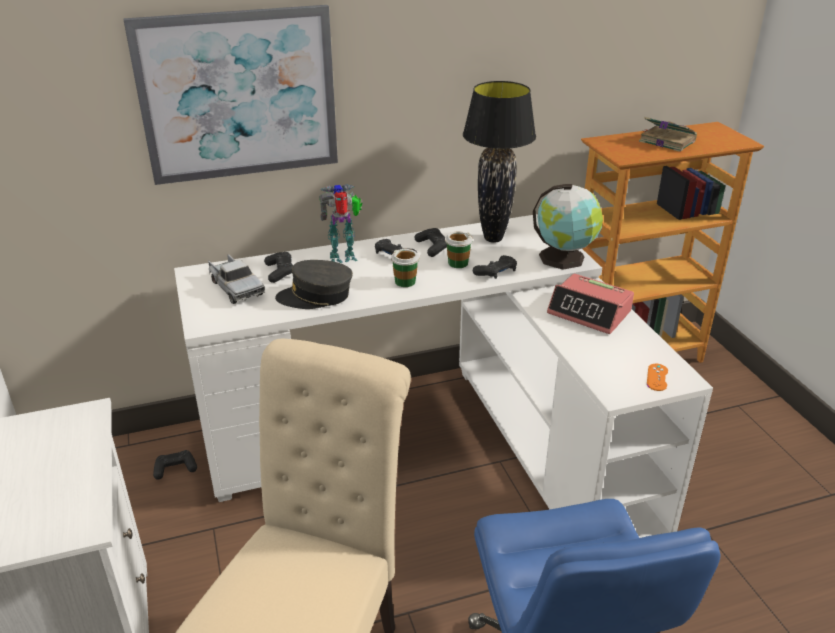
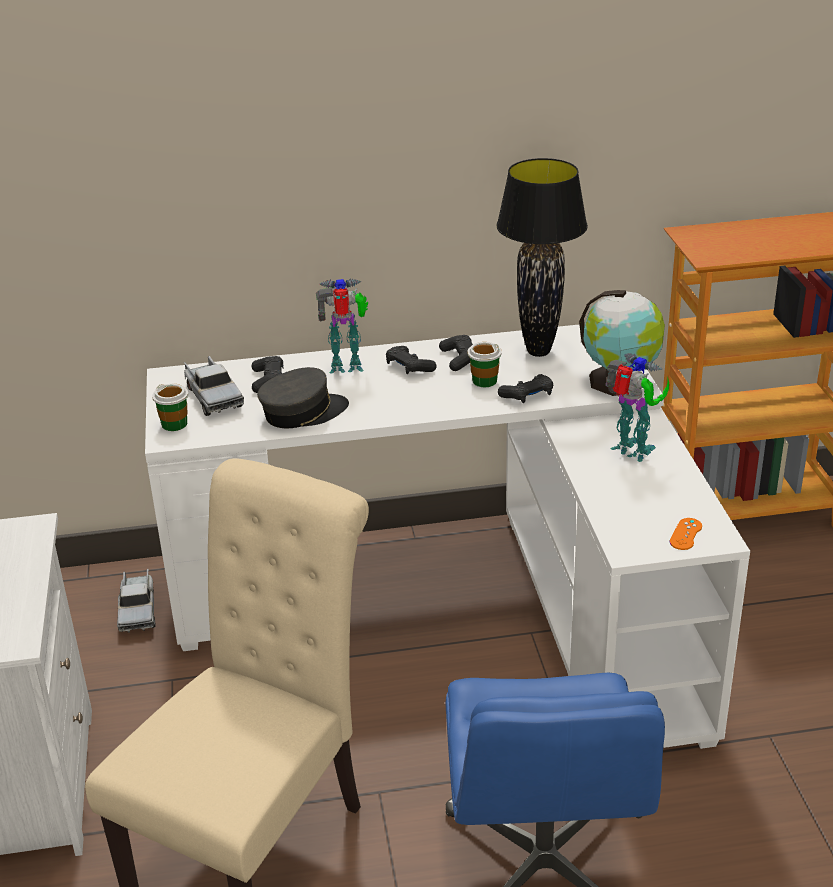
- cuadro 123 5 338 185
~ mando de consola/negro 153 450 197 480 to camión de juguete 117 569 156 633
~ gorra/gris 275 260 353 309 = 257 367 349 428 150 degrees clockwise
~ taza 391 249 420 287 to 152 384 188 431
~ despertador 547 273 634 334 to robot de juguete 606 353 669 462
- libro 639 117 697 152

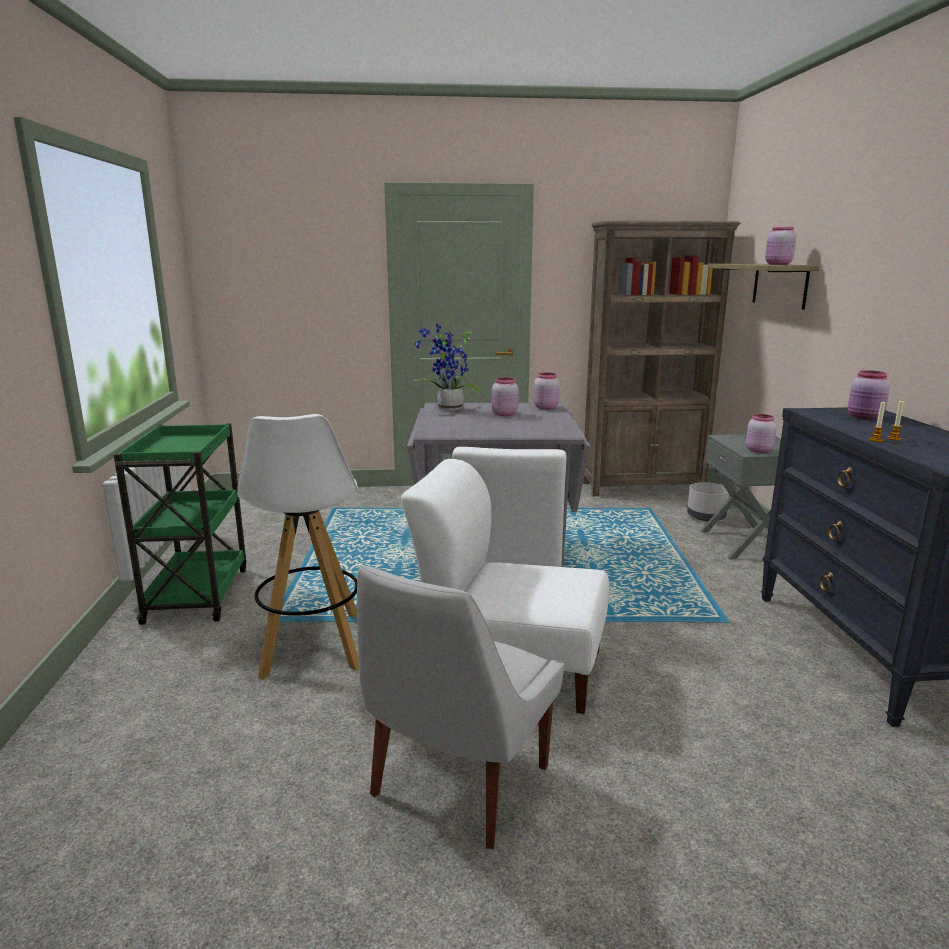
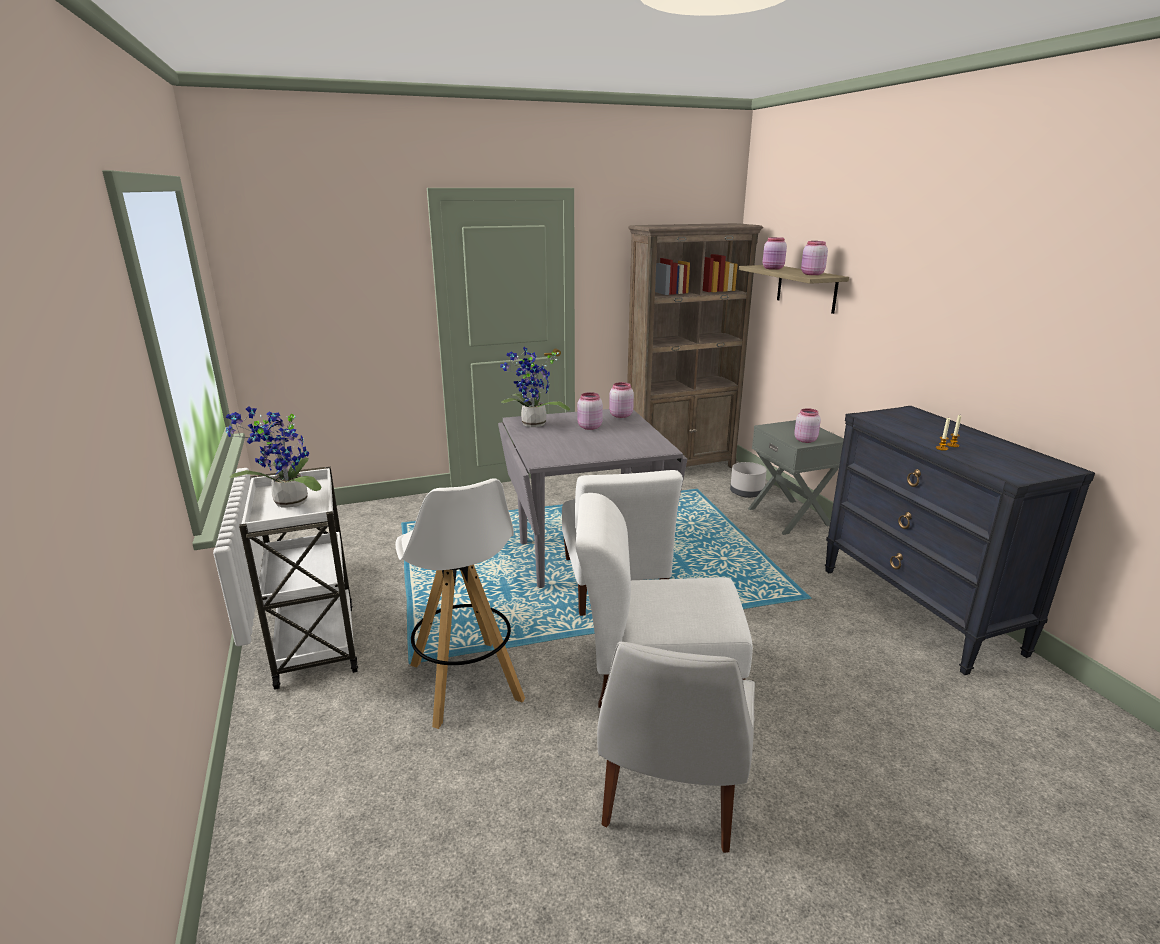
~ carrito/verde 114 423 246 625 to carrito/blanco 239 467 358 690
~ tarro/rosa 848 370 890 420 to 763 237 787 270
+ planta en maceta 225 406 321 508

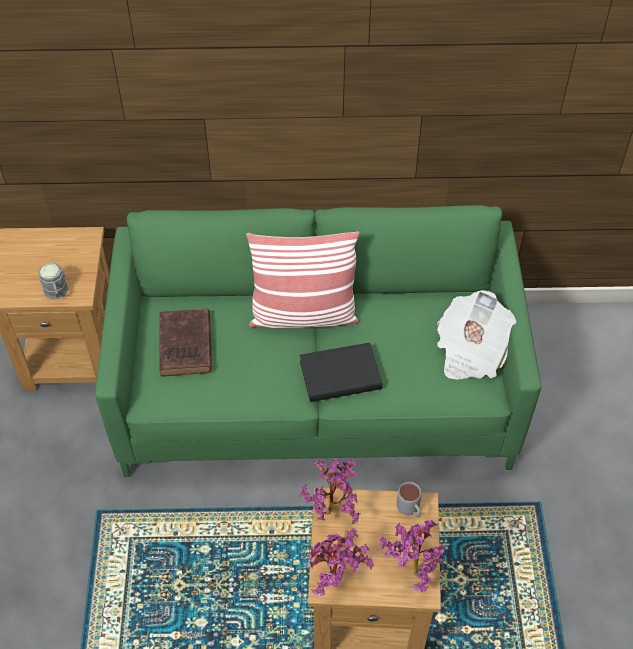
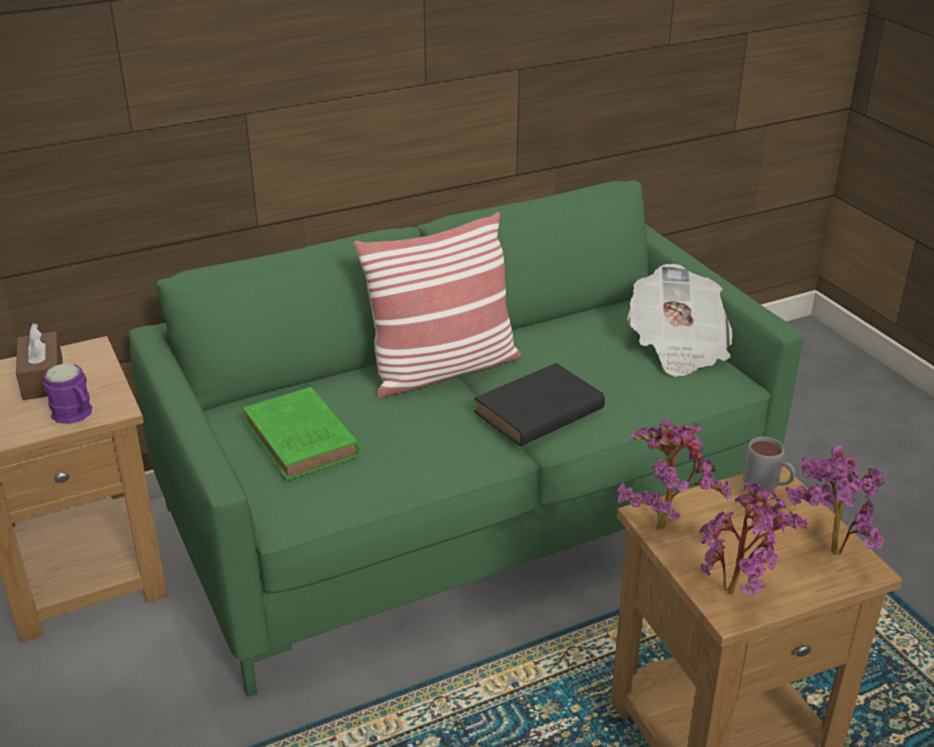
~ taza grande/gris 39 263 69 299 to taza grande/morado 43 363 92 424
~ libro/marrón 159 308 212 377 to libro/verde 243 387 361 480
+ caja de pañuelos/marrón 16 323 63 400

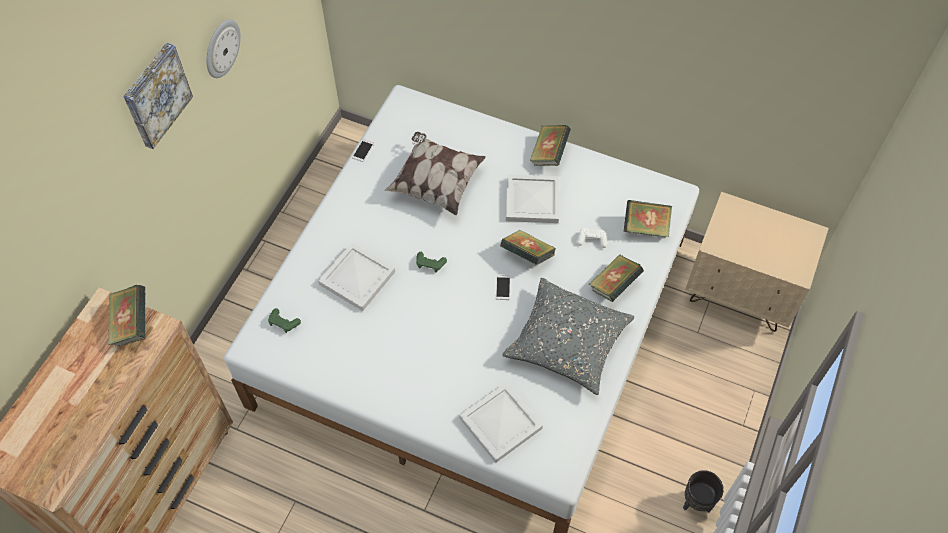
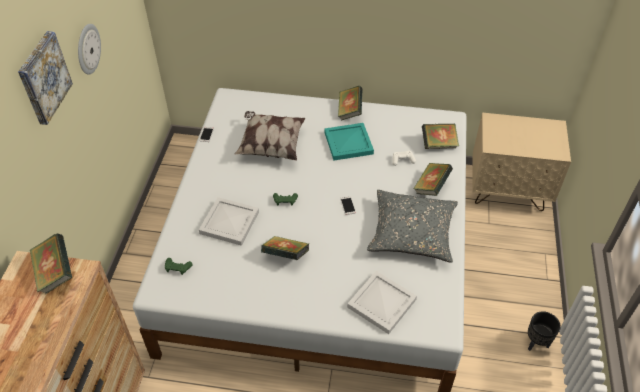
~ libro 500 230 556 265 to 261 236 309 260
~ bandeja/blanco 506 174 559 223 to bandeja/turquesa 324 123 374 161

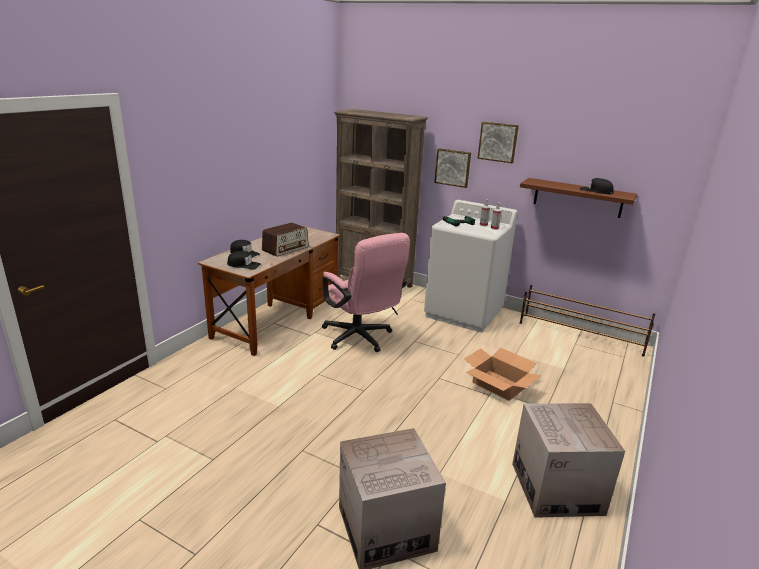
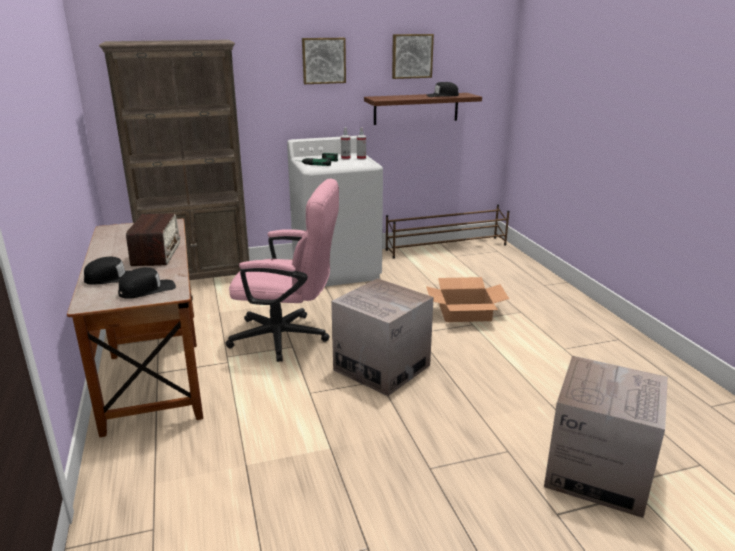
~ cuadro 435 148 471 188 to 392 34 434 79
~ caja de cartón 512 403 625 518 to 331 278 434 396

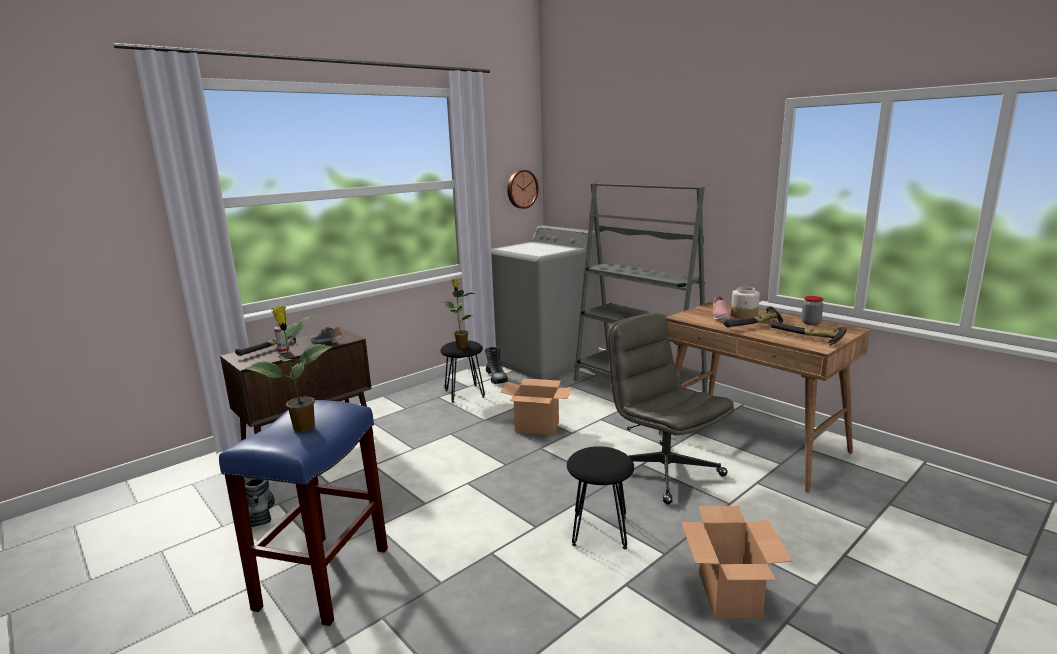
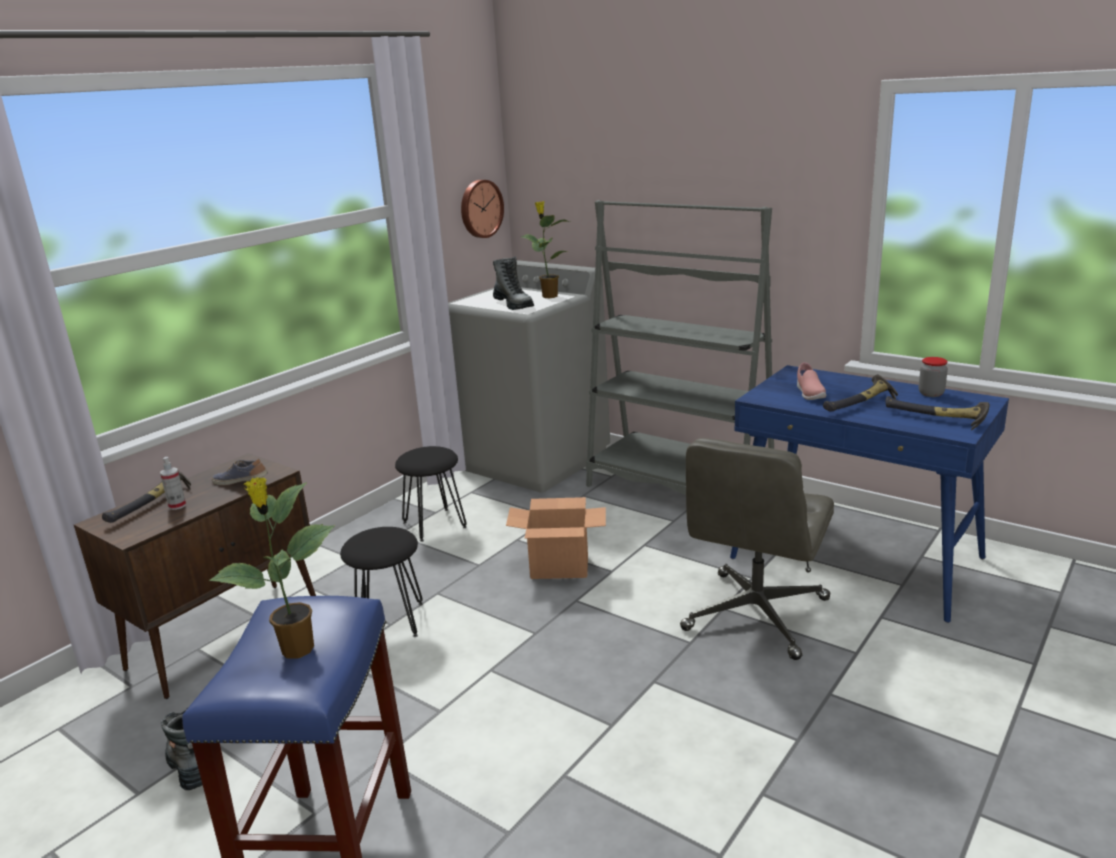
~ planta en maceta 441 278 478 348 to 521 201 570 298
~ bota 485 347 508 384 to 493 257 534 310
~ taburete/negro 567 446 634 549 to 340 527 423 637
~ silla de oficina/gris 608 313 734 504 = 680 438 834 660 105 degrees counterclockwise
~ escritorio/marrón 658 301 870 492 to escritorio/azul 730 365 1009 623
- caja de cartón 681 506 792 619
- tarro 731 287 760 319

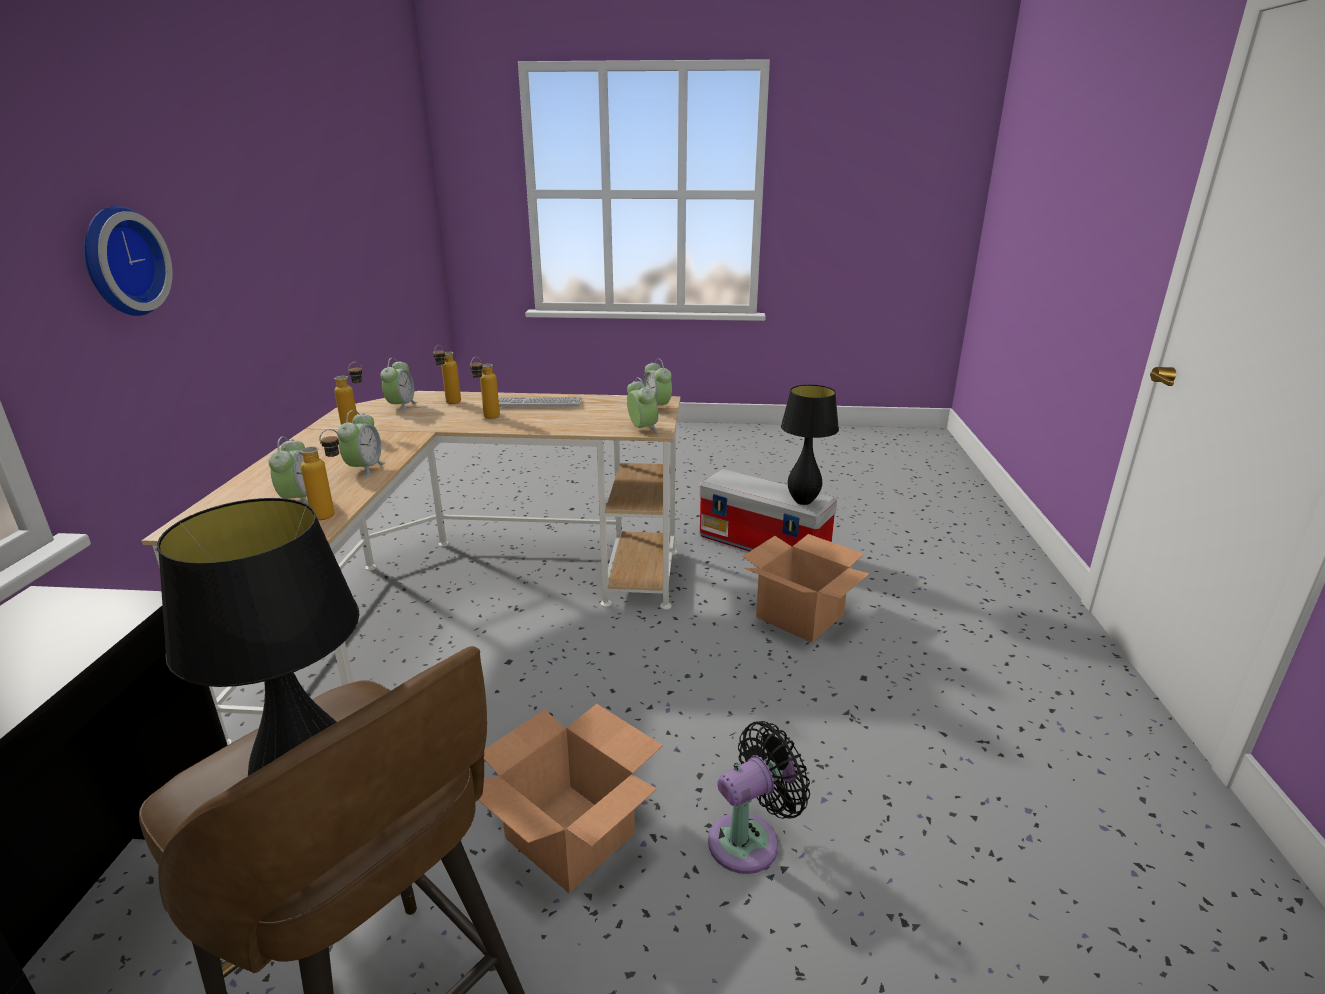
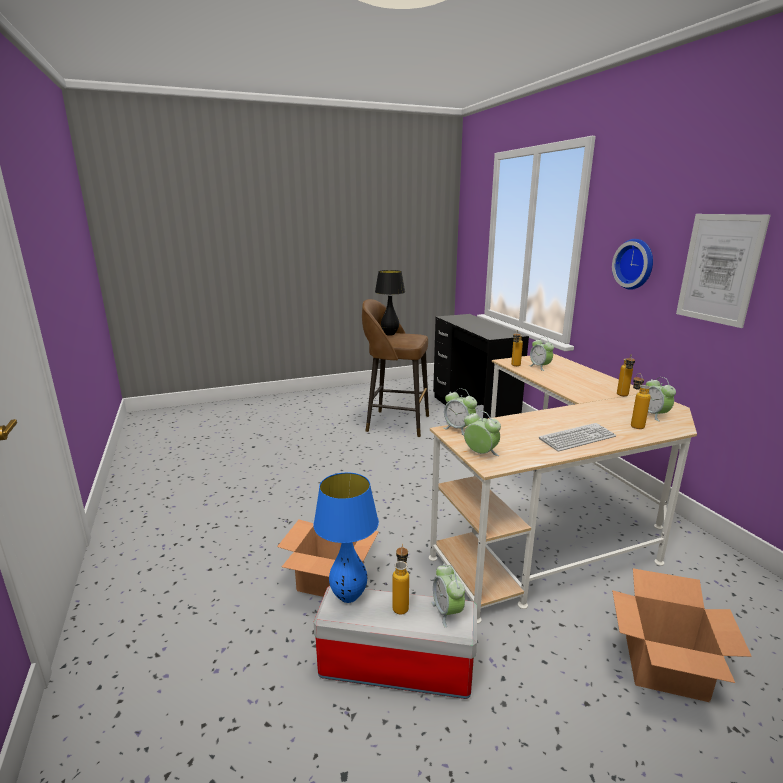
~ despertador 337 410 385 478 to 431 564 465 628
~ botella 470 357 500 419 to 393 543 409 615
~ caja de cartón 478 704 663 893 to 612 568 752 702
- ventilador/negro 708 721 810 874
~ lámpara de mesa/negro 781 385 839 505 to lámpara de mesa/azul 313 472 379 603
+ cuadro 676 214 771 328

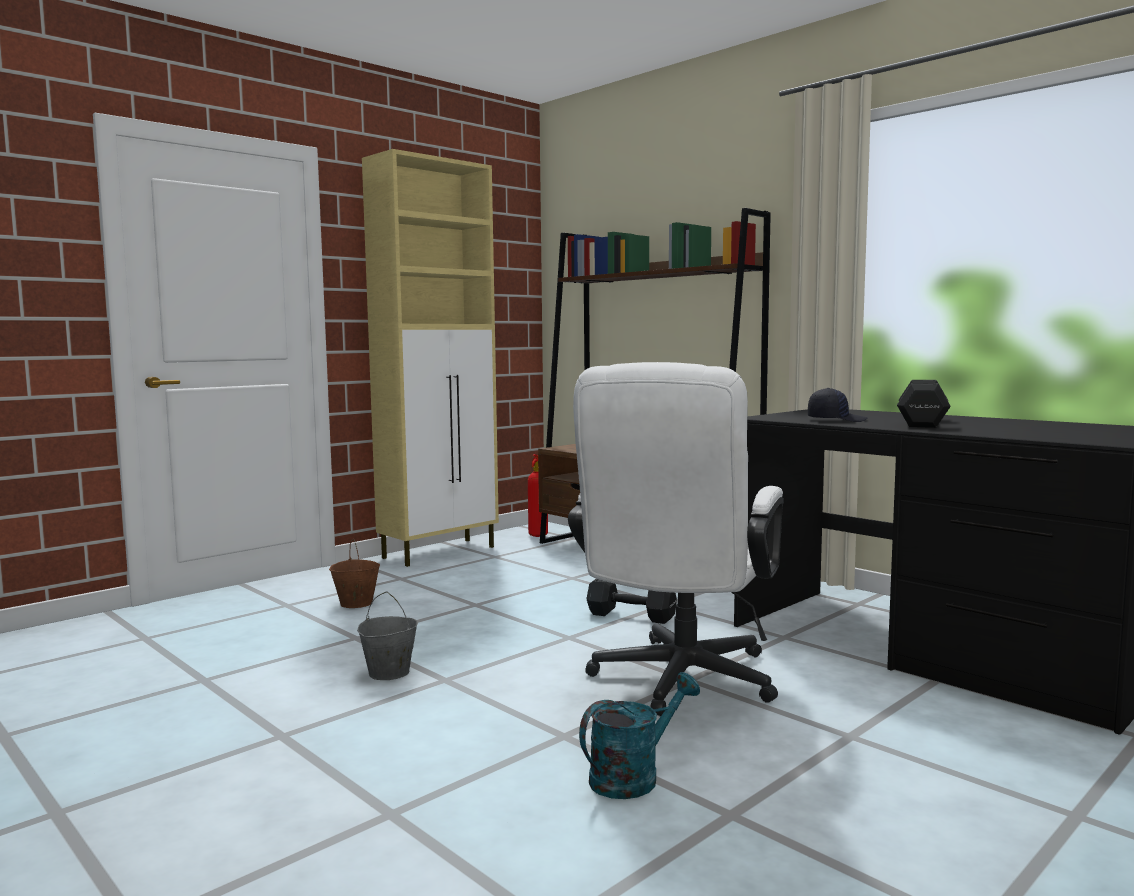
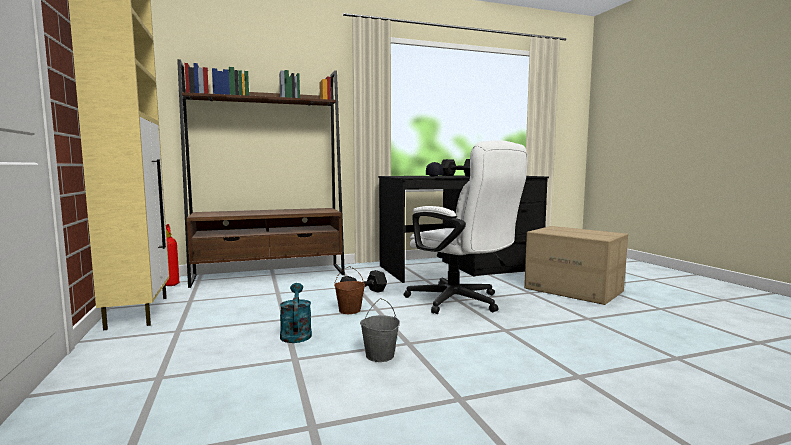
~ cubo/marrón 329 539 380 608 to 334 266 365 314
~ regadera/turquesa 579 672 700 799 to 280 283 312 343
+ caja de cartón 524 226 628 305

